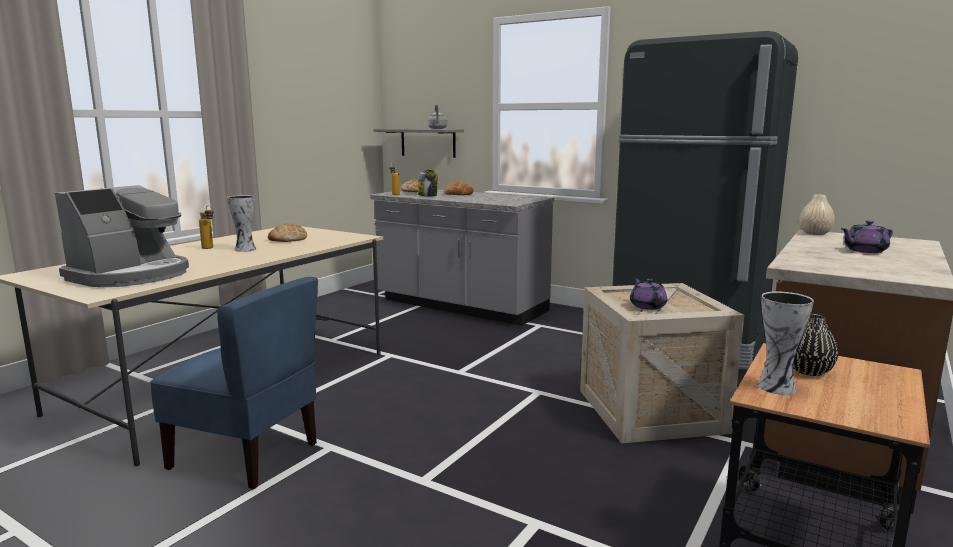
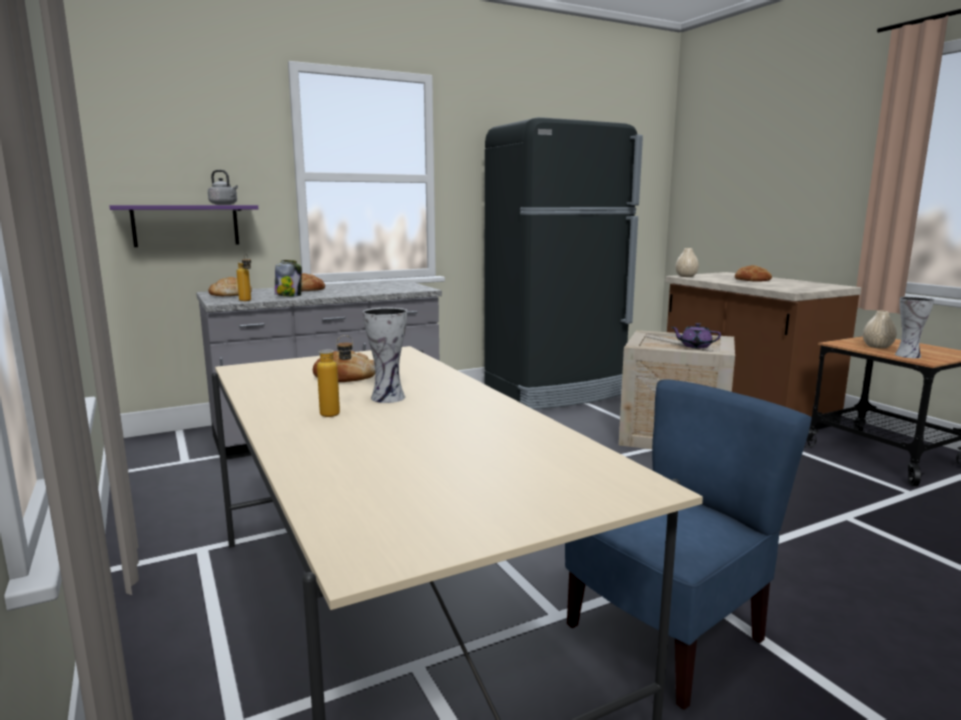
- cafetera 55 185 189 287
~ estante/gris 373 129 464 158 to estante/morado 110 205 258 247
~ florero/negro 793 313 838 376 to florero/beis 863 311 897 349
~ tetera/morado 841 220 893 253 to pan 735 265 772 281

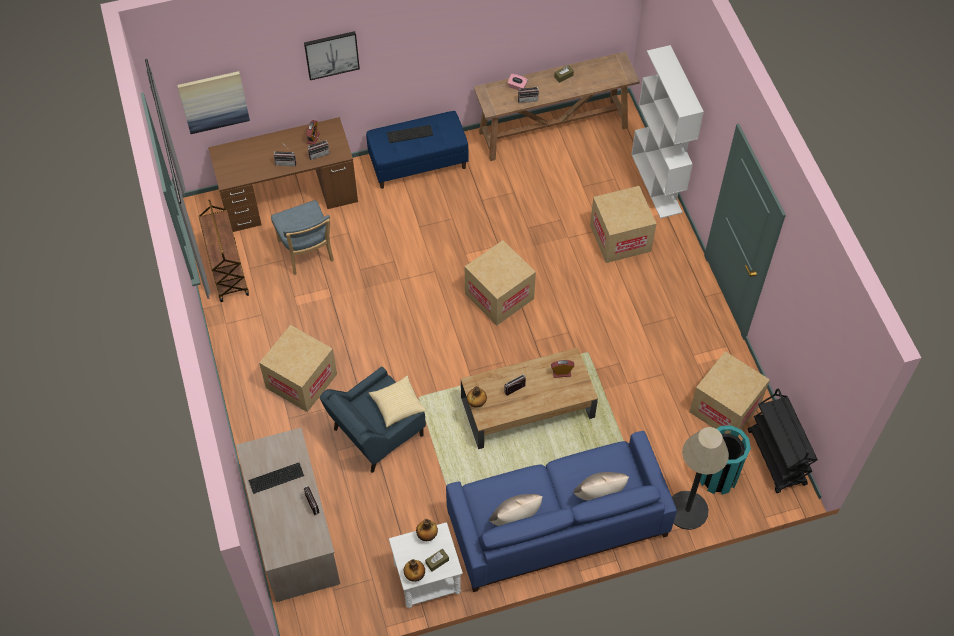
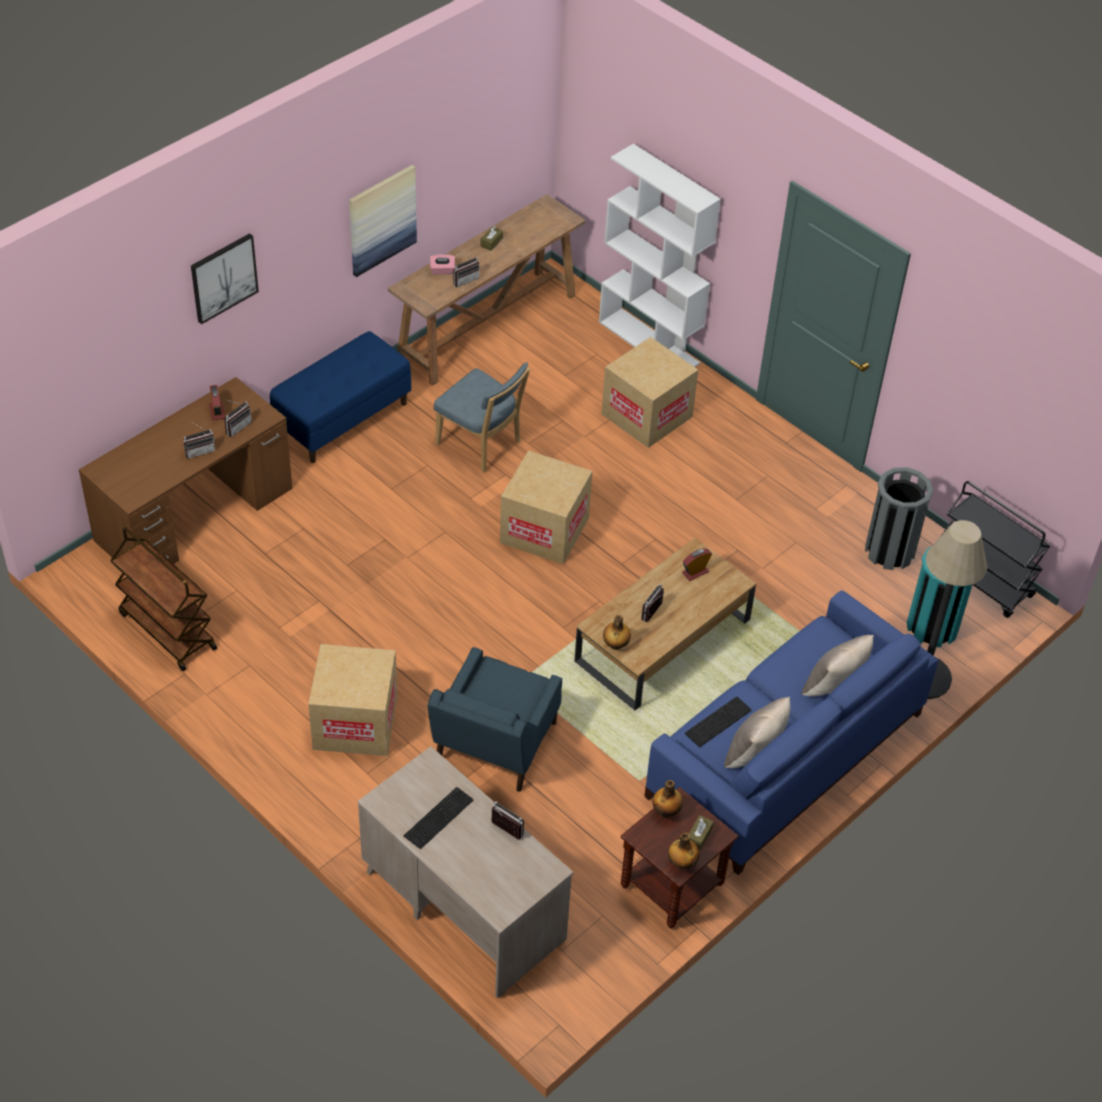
~ cuadro 177 71 250 134 to 349 165 417 277
~ silla/azul 271 200 334 275 to 433 362 531 473
- cojín 369 376 426 427
~ teclado 387 125 433 143 to 685 696 751 747
~ mesa auxiliar/blanco 389 523 463 608 to mesa auxiliar/marrón 621 787 738 929
~ caja de cartón 689 351 770 434 to papelera/gris 865 467 933 570

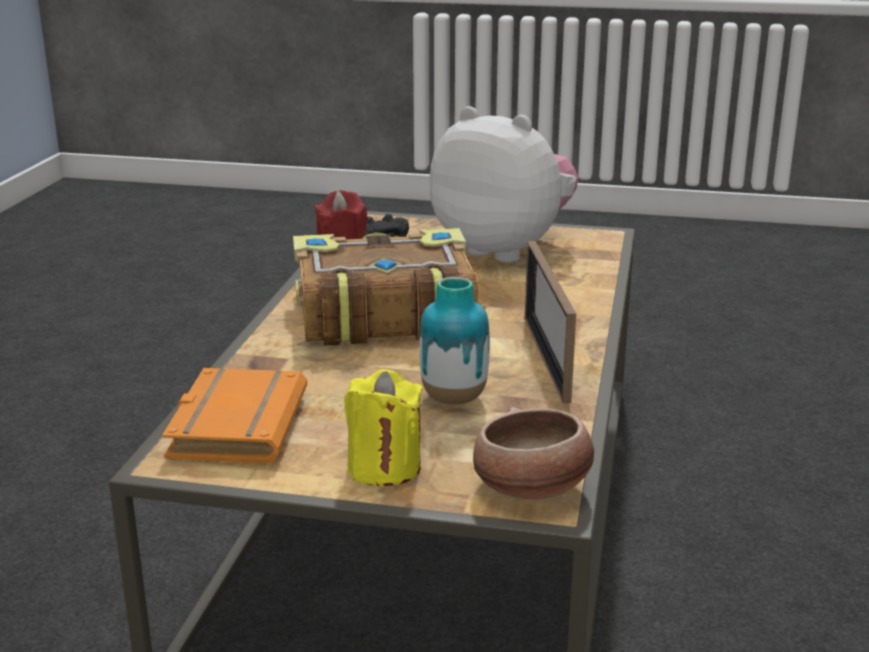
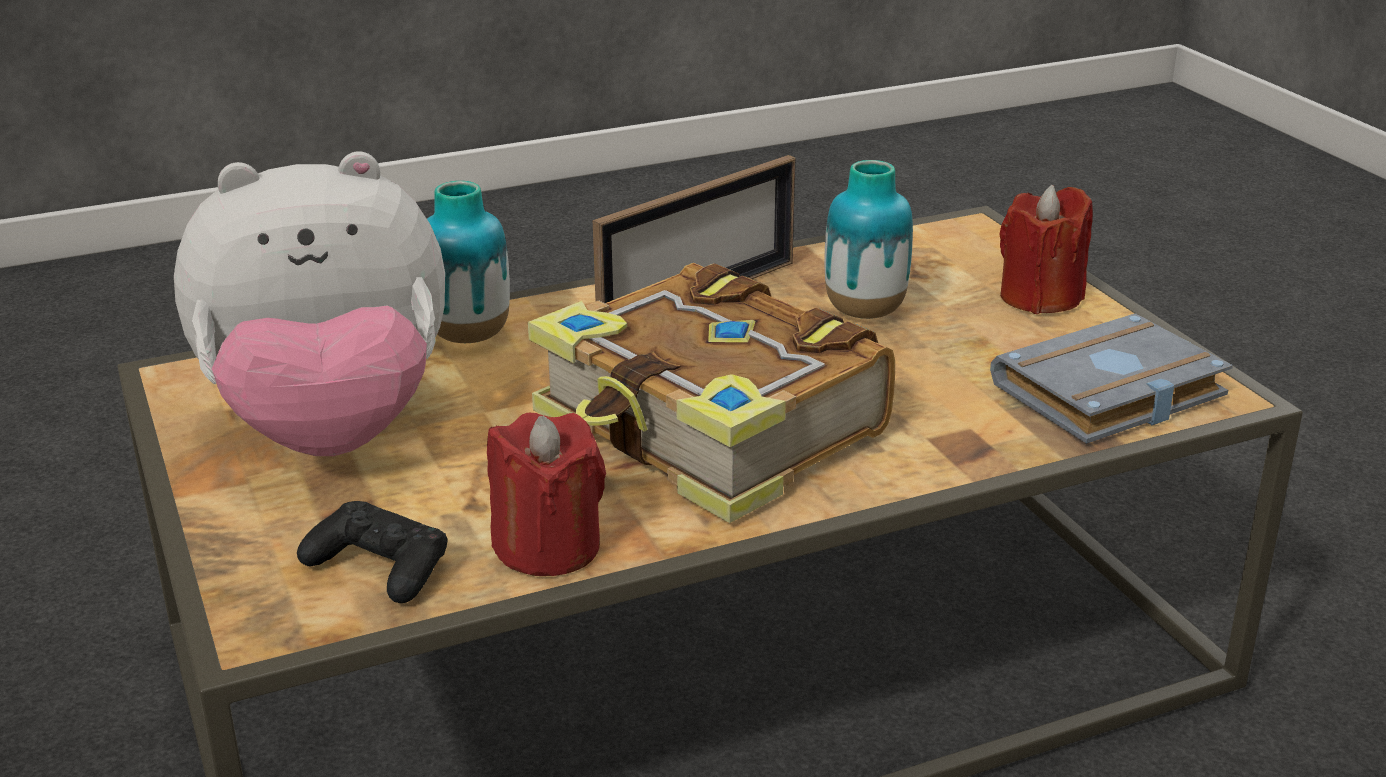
~ libro/naranja 162 368 307 463 to libro/gris 990 313 1233 444
~ vela/amarillo 344 369 423 486 to vela/rojo 999 185 1093 314
~ peluche 430 106 578 263 = 174 151 445 456 105 degrees counterclockwise
- cuenco 473 407 594 500
+ florero 427 181 510 343

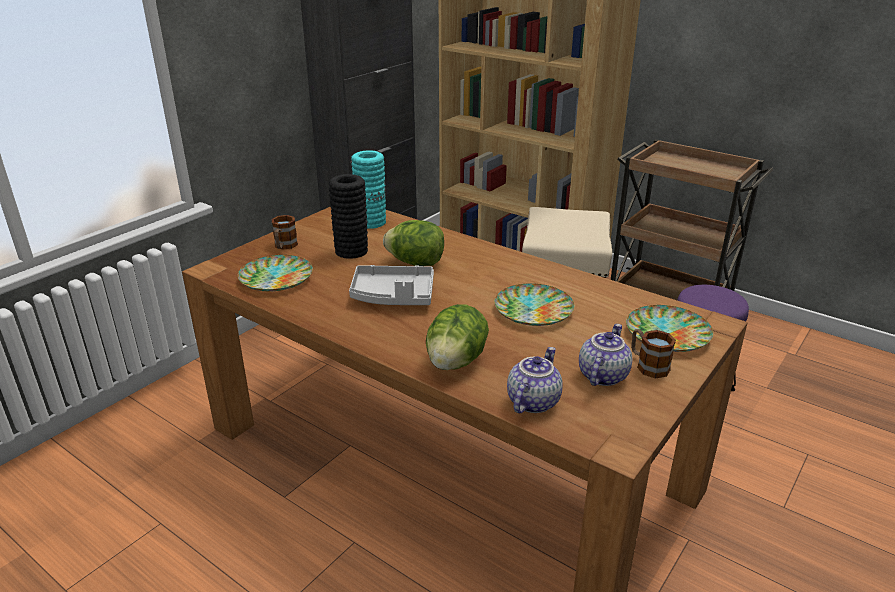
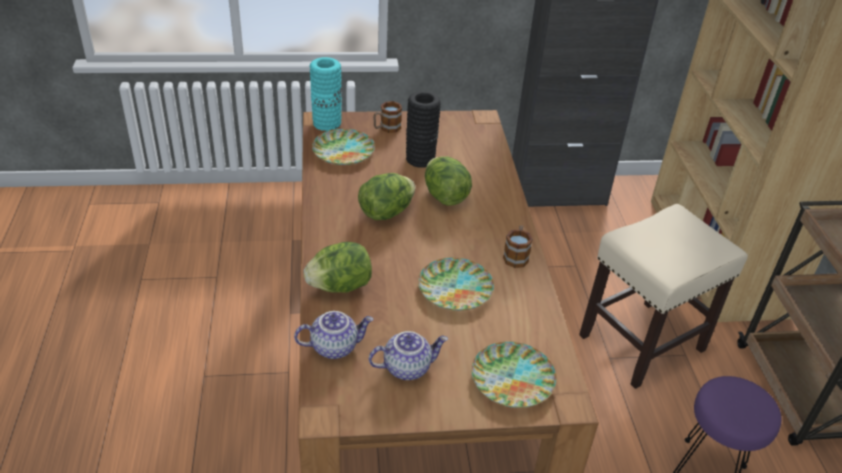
~ bandeja/gris 349 265 434 305 to lechuga 358 173 415 220
~ florero/turquesa 351 150 386 229 to 309 57 342 131
~ taza grande 631 329 676 378 to 503 225 533 268

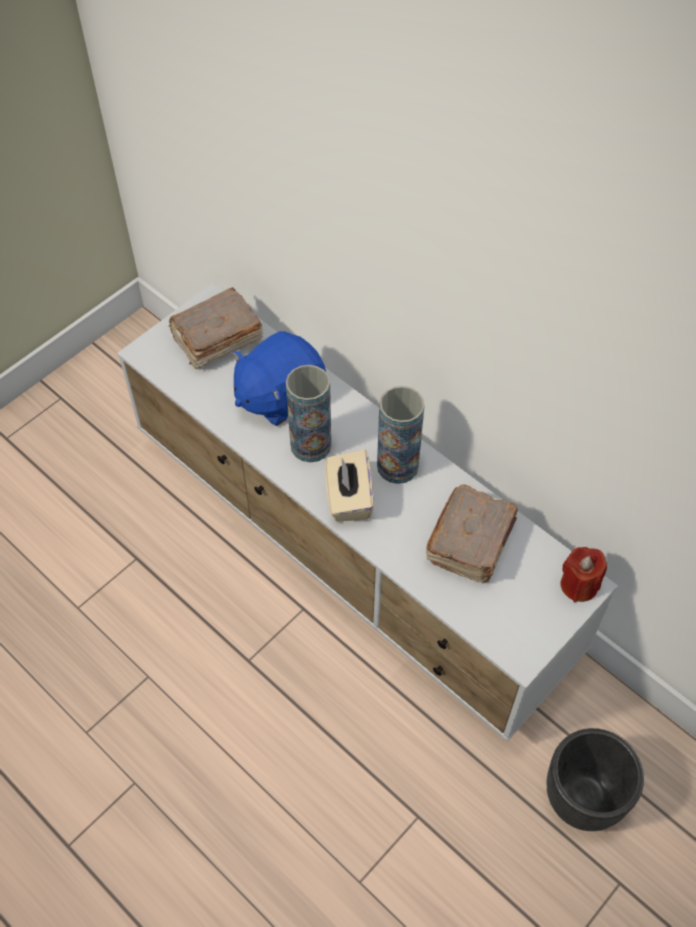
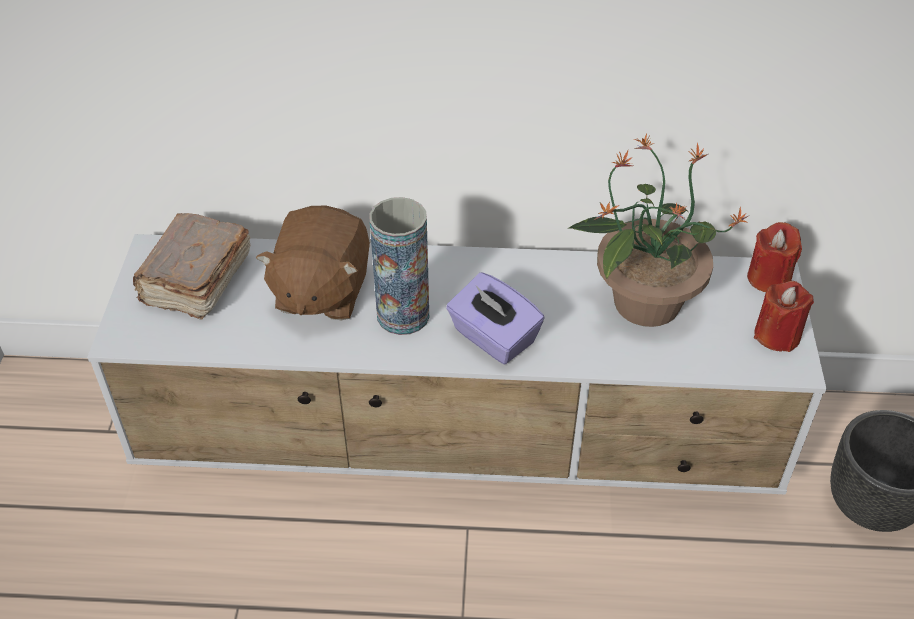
~ peluche/azul 232 331 326 426 to peluche/marrón 256 206 370 321
~ caja de pañuelos/beis 325 449 374 522 to caja de pañuelos/morado 446 272 545 364
- florero 377 386 425 484
~ libro/marrón 426 484 518 583 to planta en maceta 567 134 748 327
+ vela/rojo 754 281 814 352

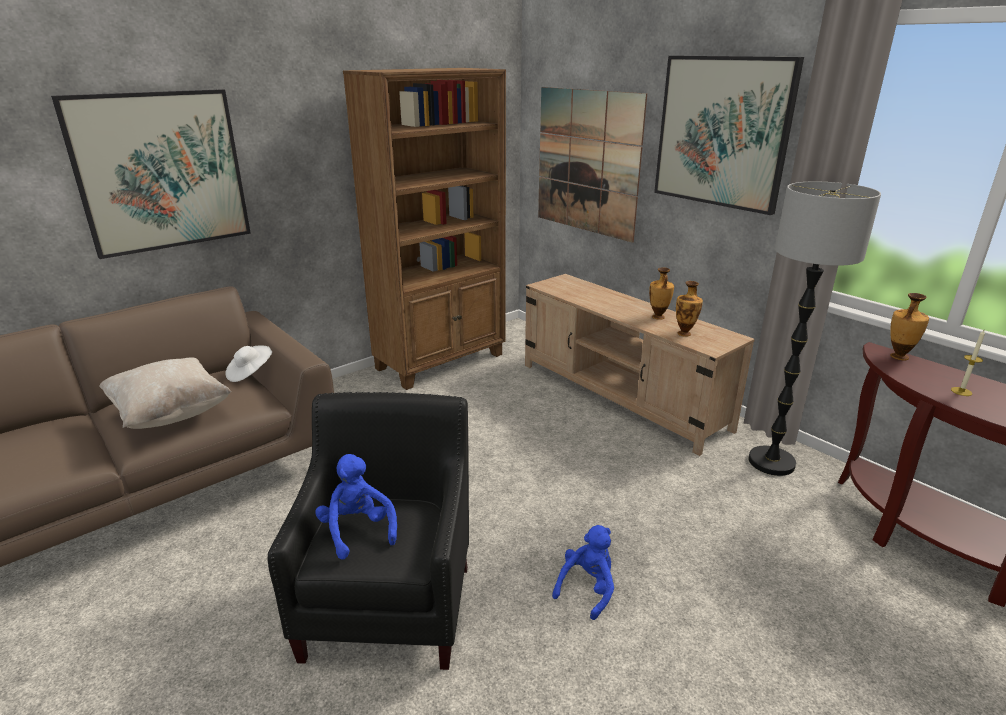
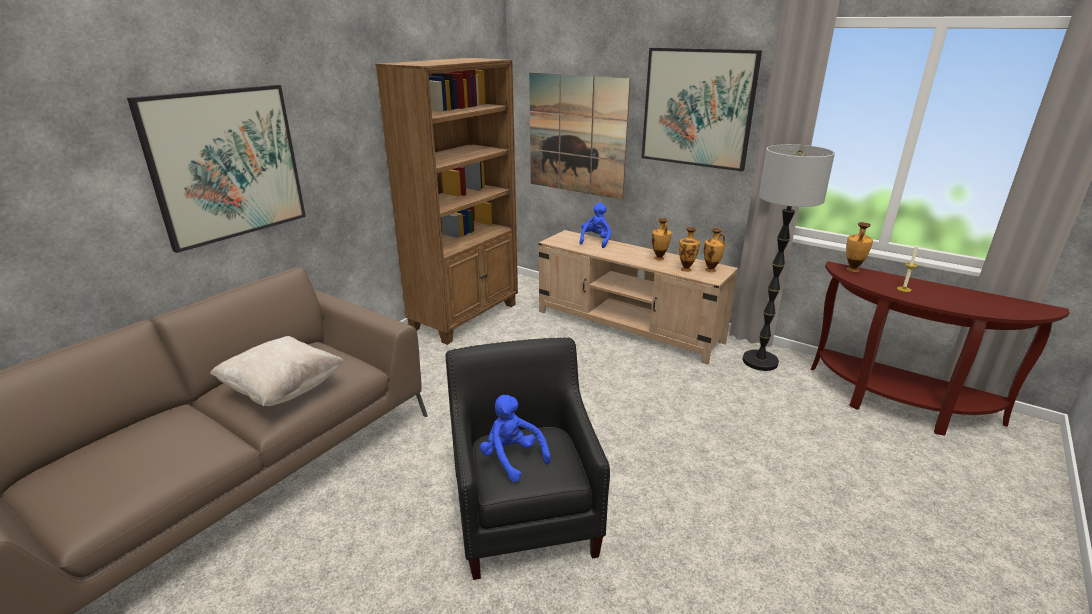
- sombrero/blanco 225 345 272 382
~ peluche/azul 552 525 614 620 to 579 203 611 248
+ florero 704 228 725 272

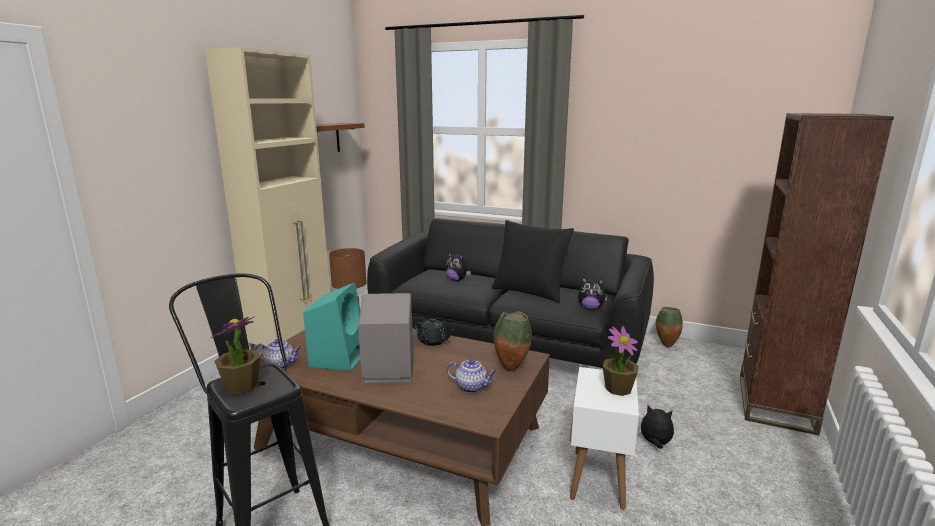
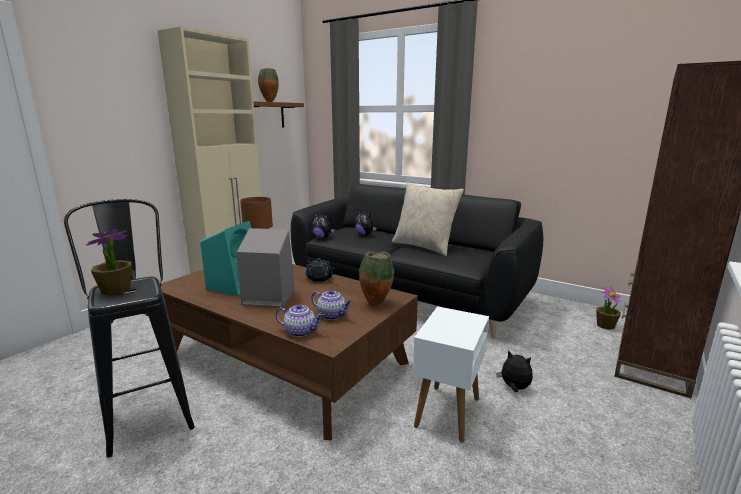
~ tetera 255 339 301 369 to 275 304 324 337
~ cojín/negro 492 220 574 303 to cojín/beis 392 182 464 256
~ peluche 578 277 608 310 to 312 212 335 238
~ planta en maceta 603 326 639 396 to 596 286 621 330
~ florero 656 307 683 347 to 258 68 279 102

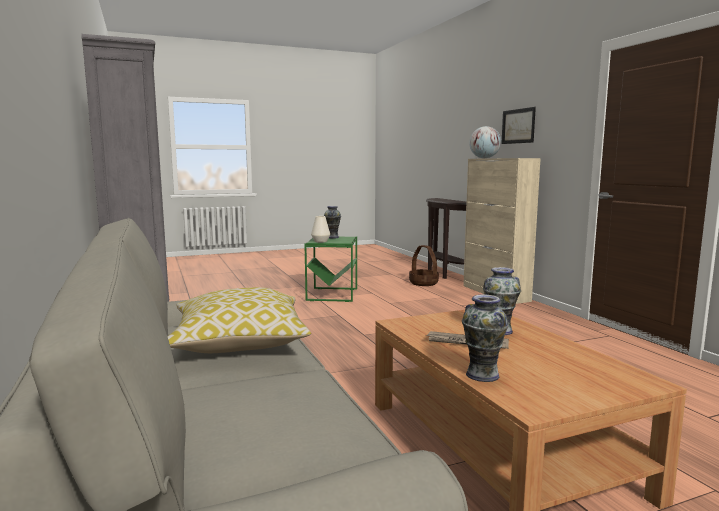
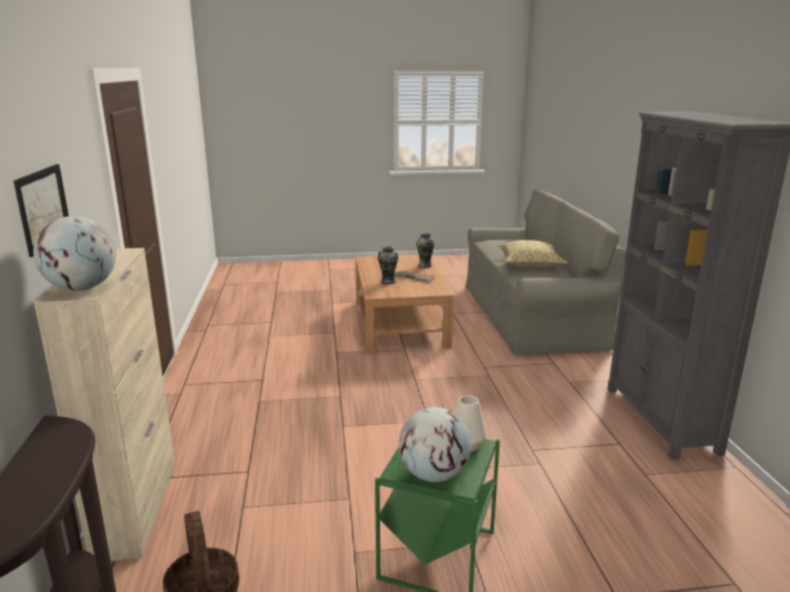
~ florero 324 206 341 239 to globo terráqueo 399 407 471 482

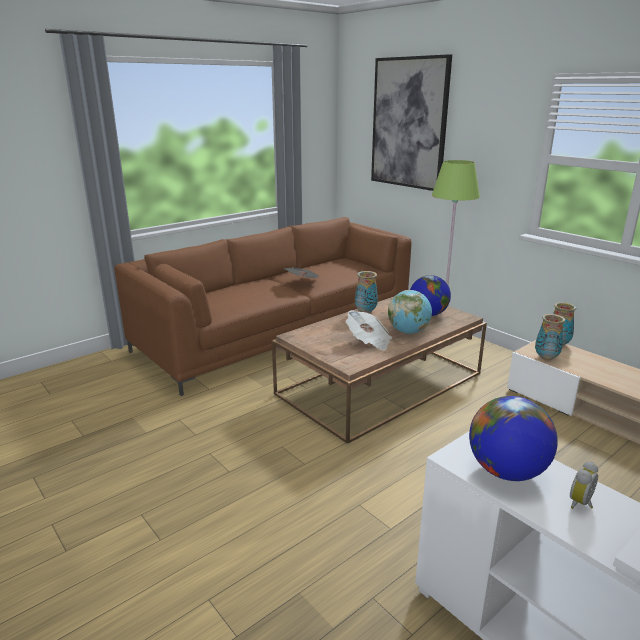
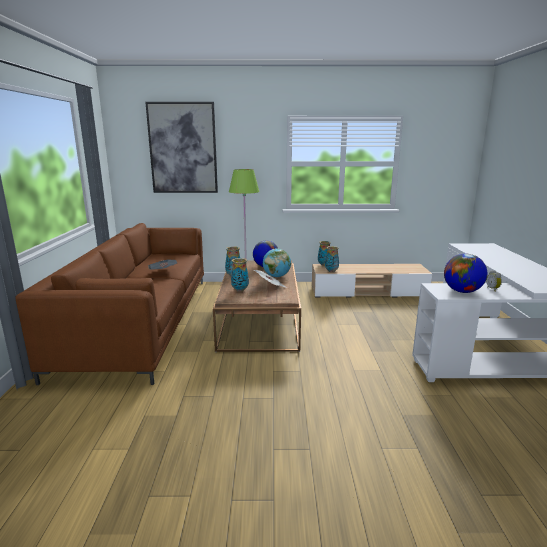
+ florero 231 258 249 292

